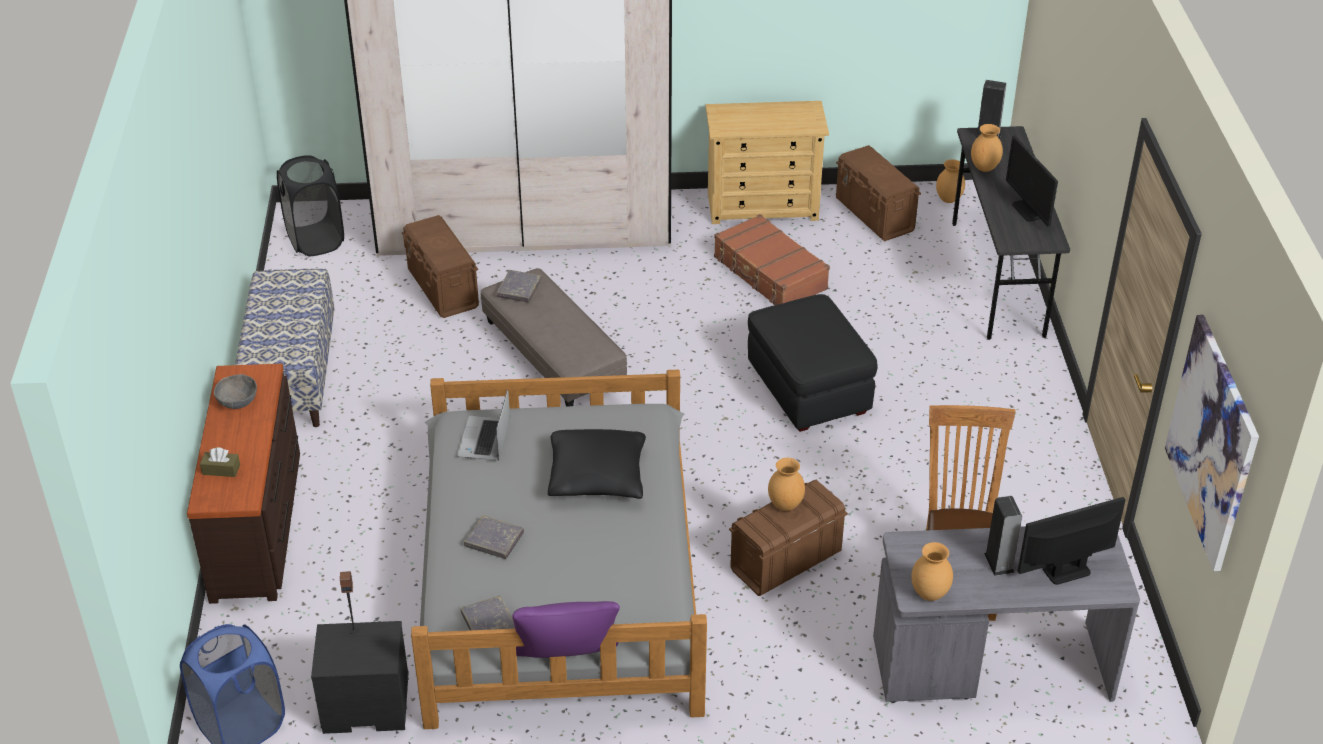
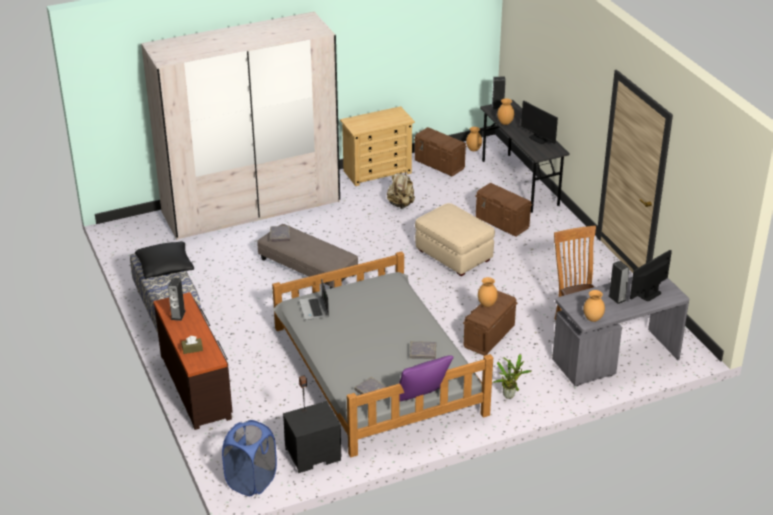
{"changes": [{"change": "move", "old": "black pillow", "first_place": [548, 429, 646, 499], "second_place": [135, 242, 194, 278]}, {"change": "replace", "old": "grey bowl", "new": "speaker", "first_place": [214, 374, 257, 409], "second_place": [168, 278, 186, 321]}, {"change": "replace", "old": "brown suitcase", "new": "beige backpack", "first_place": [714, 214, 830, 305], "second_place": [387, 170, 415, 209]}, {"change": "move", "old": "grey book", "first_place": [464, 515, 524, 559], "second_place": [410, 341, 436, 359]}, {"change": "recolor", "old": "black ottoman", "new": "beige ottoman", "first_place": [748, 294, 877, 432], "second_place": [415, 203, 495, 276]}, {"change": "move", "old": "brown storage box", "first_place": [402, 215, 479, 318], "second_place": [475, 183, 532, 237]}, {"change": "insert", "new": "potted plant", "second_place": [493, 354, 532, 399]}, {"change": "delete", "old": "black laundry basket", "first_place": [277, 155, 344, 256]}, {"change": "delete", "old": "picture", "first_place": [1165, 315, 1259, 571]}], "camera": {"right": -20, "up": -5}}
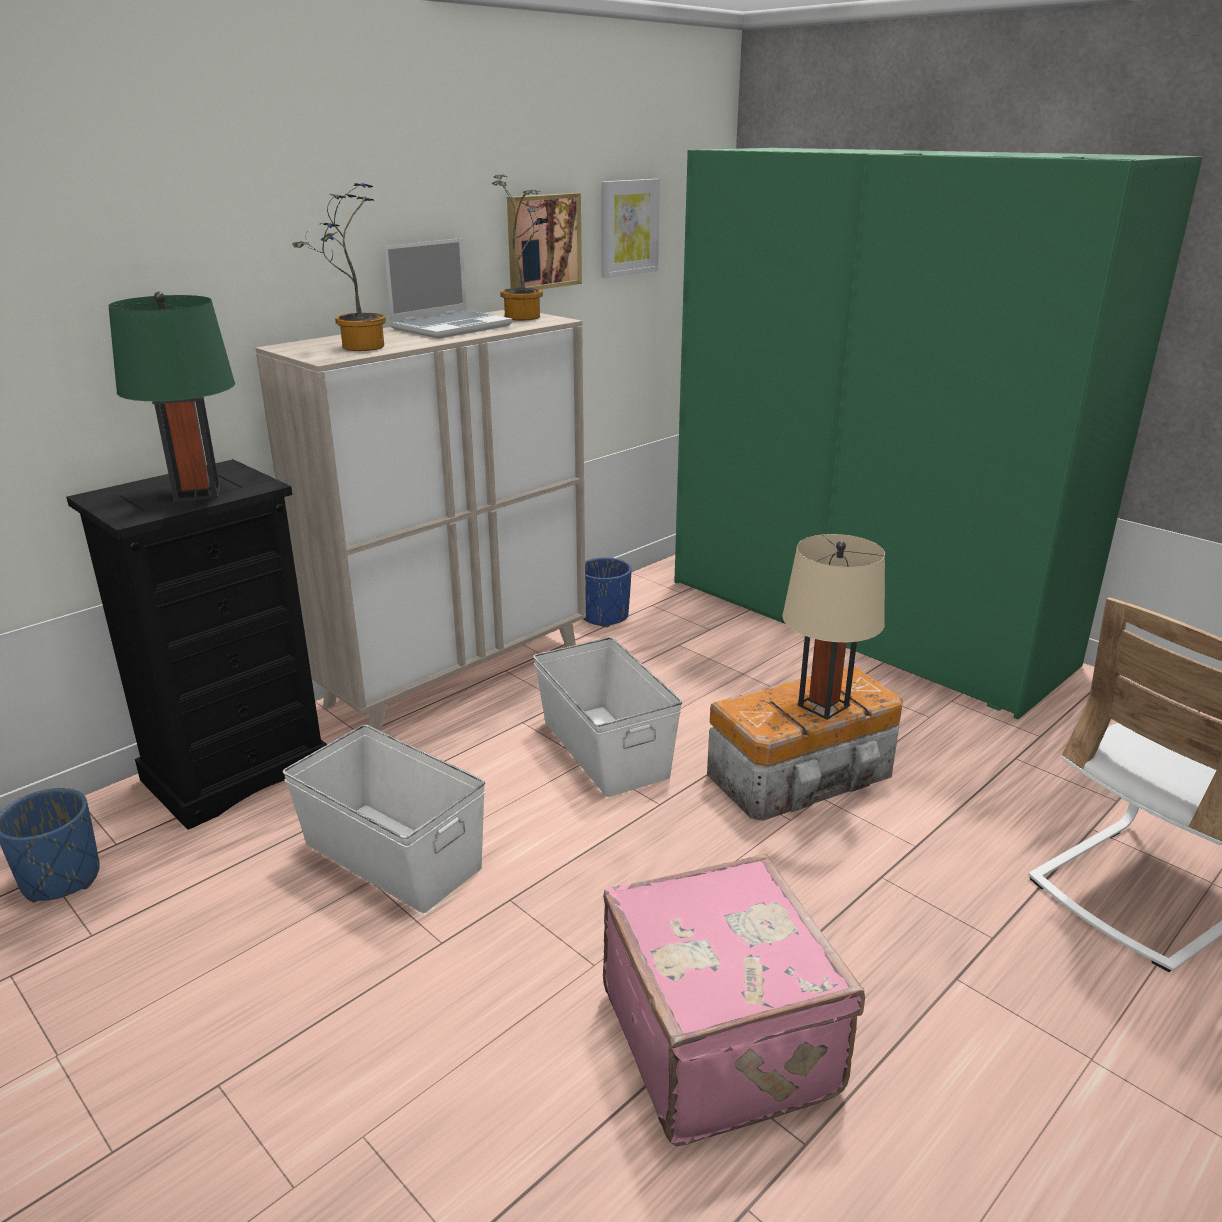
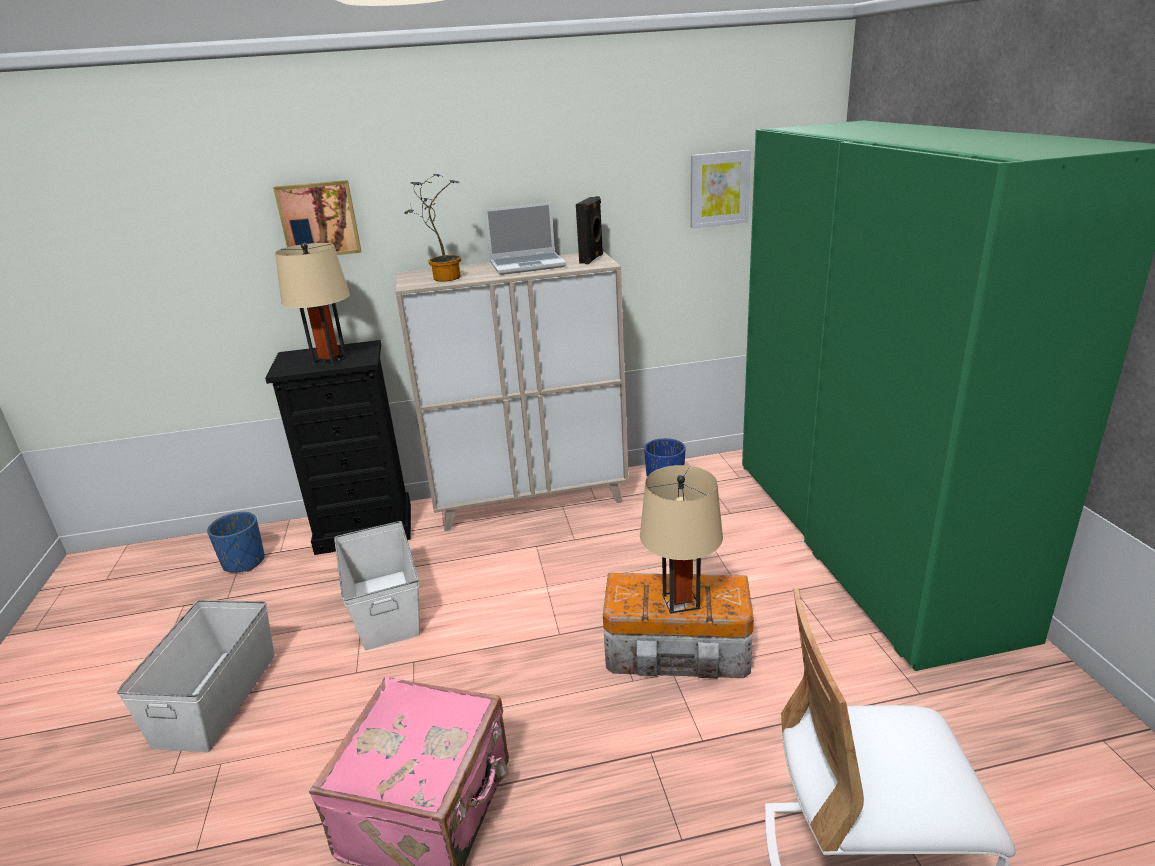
{"changes": [{"change": "move", "old": "white storage box", "first_place": [533, 637, 682, 797], "second_place": [117, 600, 275, 752]}, {"change": "move", "old": "picture", "first_place": [507, 193, 582, 289], "second_place": [273, 180, 361, 255]}, {"change": "recolor", "old": "green table lamp", "new": "beige table lamp", "first_place": [108, 291, 235, 502], "second_place": [275, 243, 350, 366]}, {"change": "replace", "old": "potted plant", "new": "black speaker", "first_place": [492, 174, 549, 320], "second_place": [576, 196, 603, 264]}], "camera": {"right": 35, "up": 0}}
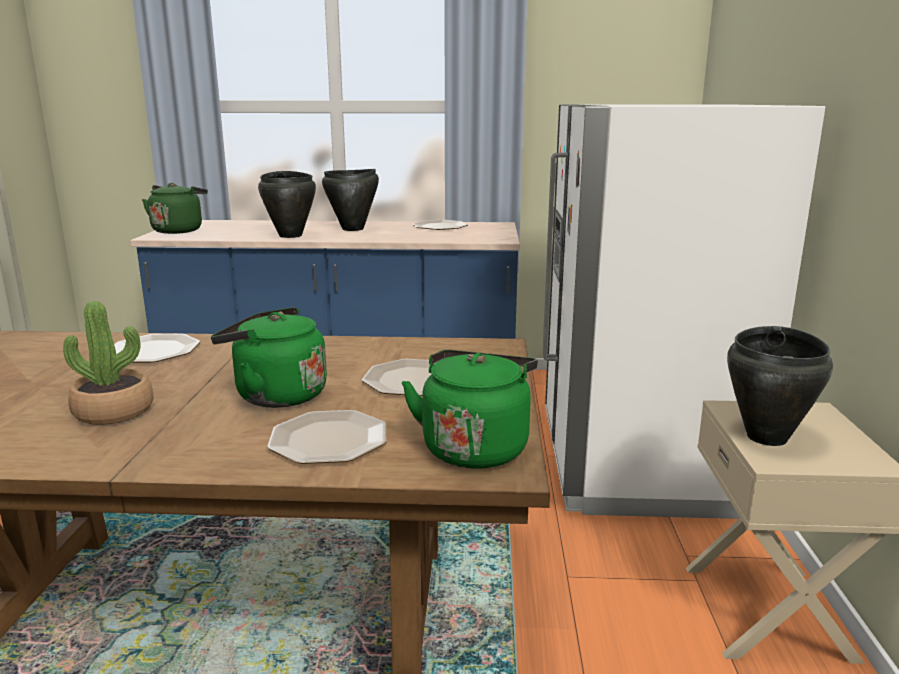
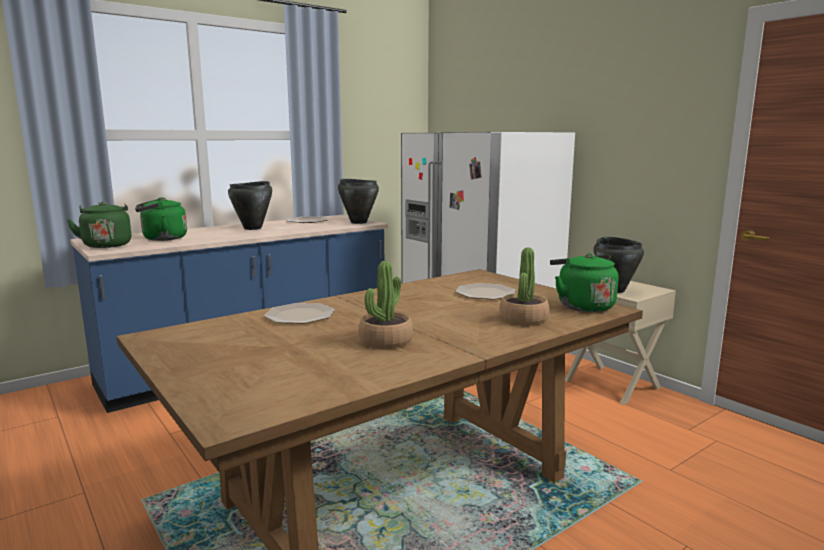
{"changes": [{"change": "move", "old": "green kettle", "first_place": [211, 307, 327, 408], "second_place": [135, 197, 187, 241]}, {"change": "move", "old": "black cooking pot", "first_place": [258, 171, 316, 238], "second_place": [338, 179, 379, 224]}, {"change": "replace", "old": "plate", "new": "potted plant", "first_place": [267, 410, 386, 464], "second_place": [500, 247, 549, 326]}], "camera": {"right": -40, "up": -5}}
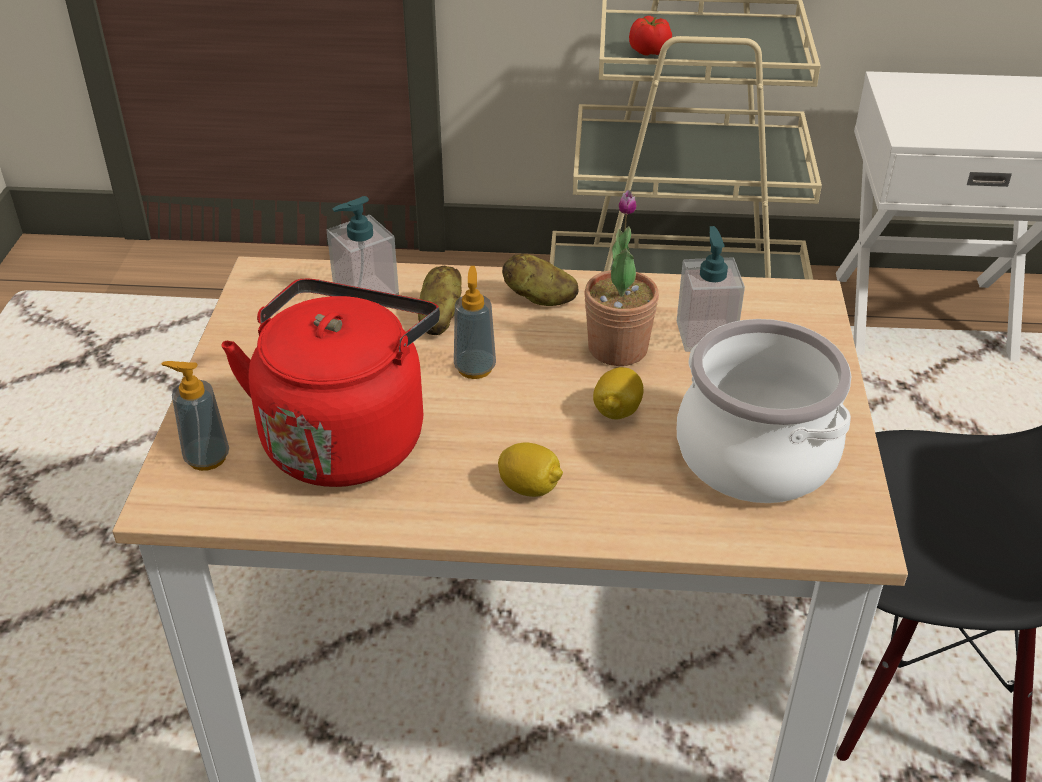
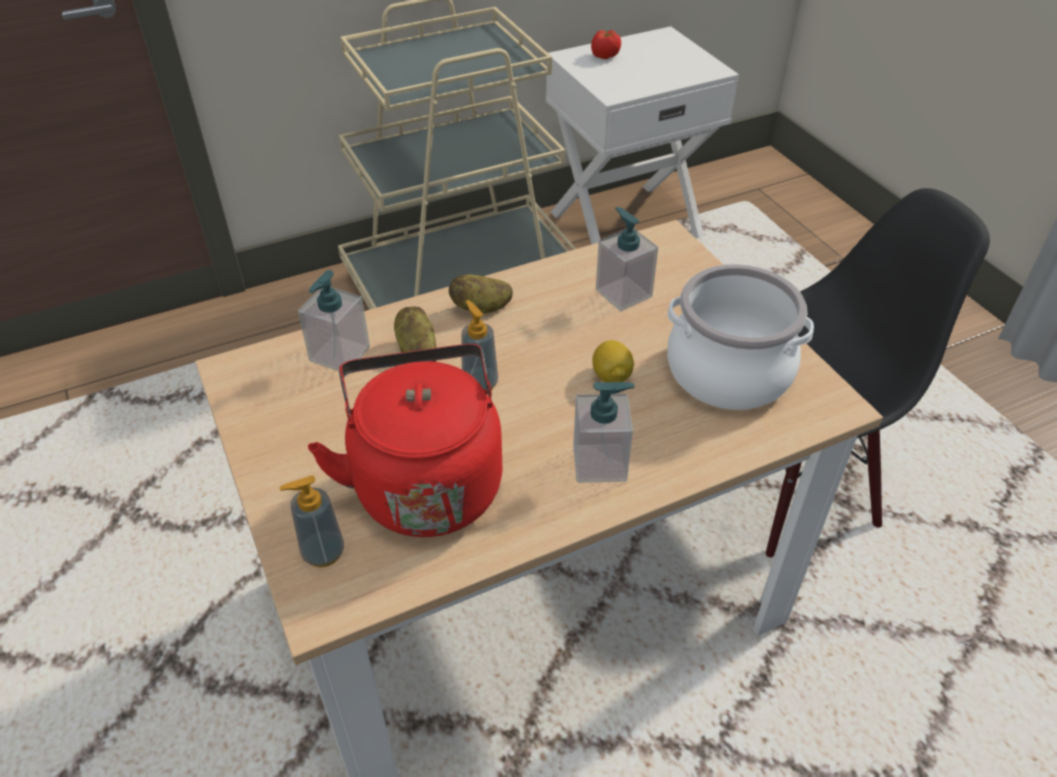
{"changes": [{"change": "replace", "old": "lemon", "new": "soap dispenser", "first_place": [498, 442, 563, 497], "second_place": [573, 382, 635, 483]}, {"change": "move", "old": "tomato", "first_place": [629, 16, 672, 56], "second_place": [591, 30, 621, 59]}, {"change": "delete", "old": "potted plant", "first_place": [584, 190, 659, 366]}], "camera": {"right": -30, "up": 5}}
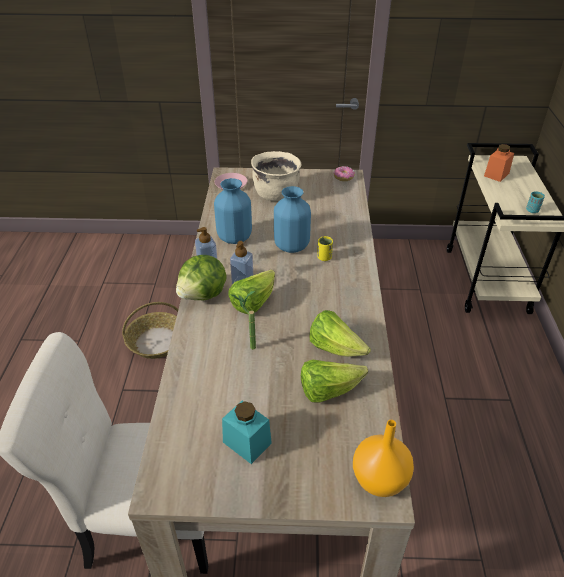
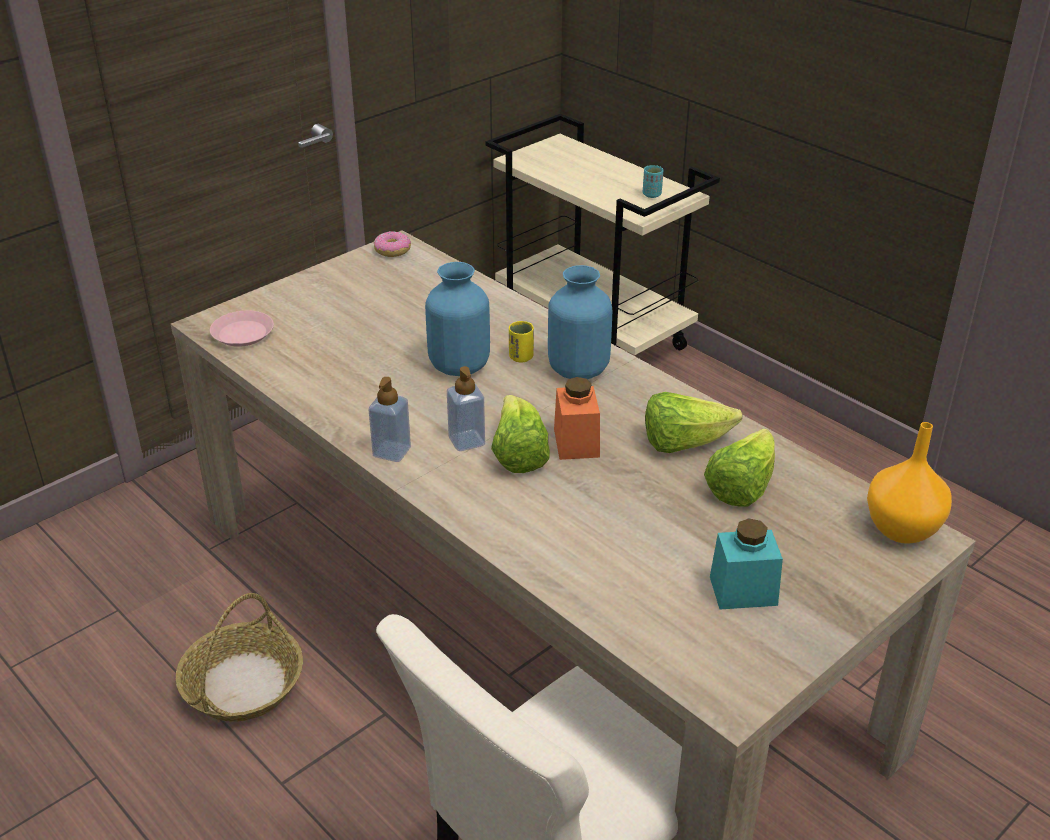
{"changes": [{"change": "move", "old": "blue vase", "first_place": [214, 178, 252, 244], "second_place": [548, 265, 612, 379]}, {"change": "move", "old": "orange jar", "first_place": [484, 144, 514, 182], "second_place": [554, 377, 600, 460]}, {"change": "delete", "old": "lettuce", "first_place": [176, 255, 227, 300]}, {"change": "delete", "old": "potted plant", "first_place": [231, 291, 256, 350]}, {"change": "delete", "old": "beige cooking pot", "first_place": [251, 151, 302, 201]}], "camera": {"right": -45, "up": -5}}
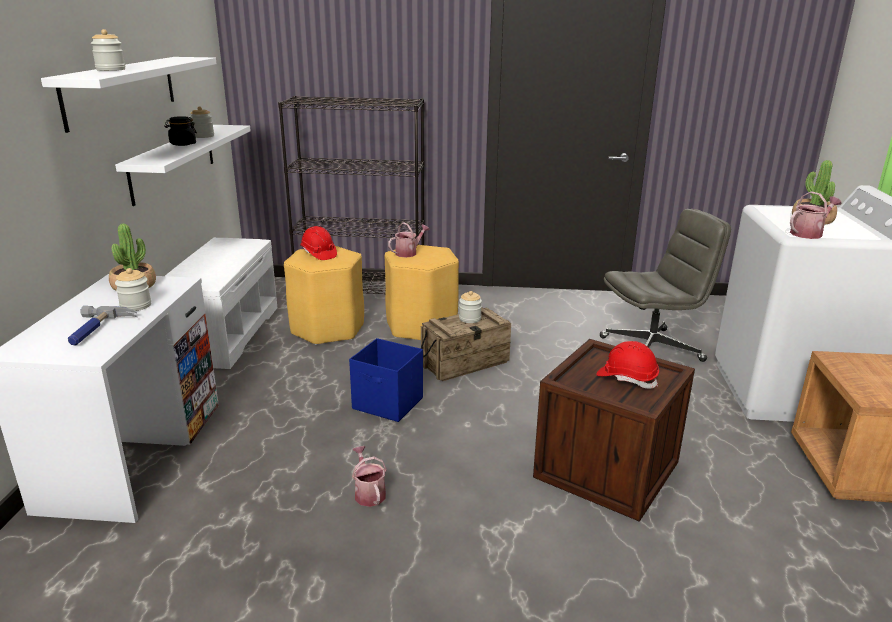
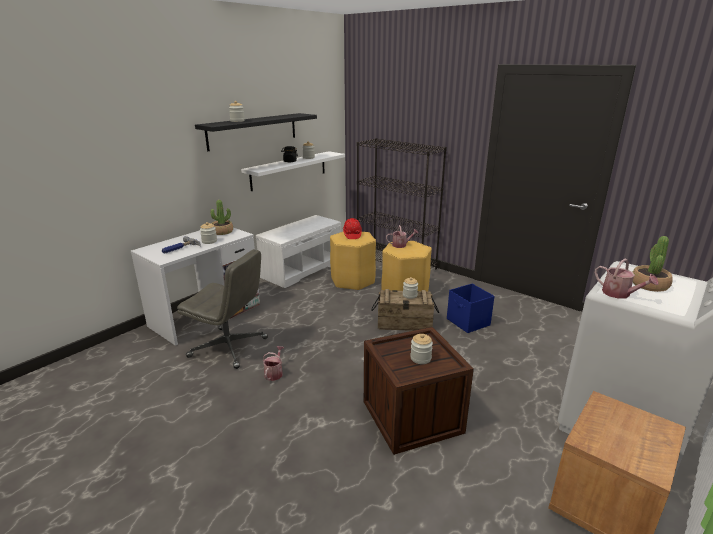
{"changes": [{"change": "move", "old": "grey office chair", "first_place": [600, 209, 731, 362], "second_place": [177, 249, 268, 369]}, {"change": "recolor", "old": "white shelf", "new": "black shelf", "first_place": [41, 57, 217, 133], "second_place": [195, 113, 317, 151]}, {"change": "replace", "old": "red hard hat", "new": "jar", "first_place": [597, 341, 659, 389], "second_place": [410, 334, 433, 364]}, {"change": "move", "old": "blue storage box", "first_place": [349, 338, 423, 422], "second_place": [447, 284, 495, 333]}, {"change": "rotate", "old": "watering can", "first_place": [790, 191, 842, 239], "second_place": [595, 259, 659, 299], "degrees": 45}], "camera": {"right": 35, "up": 0}}
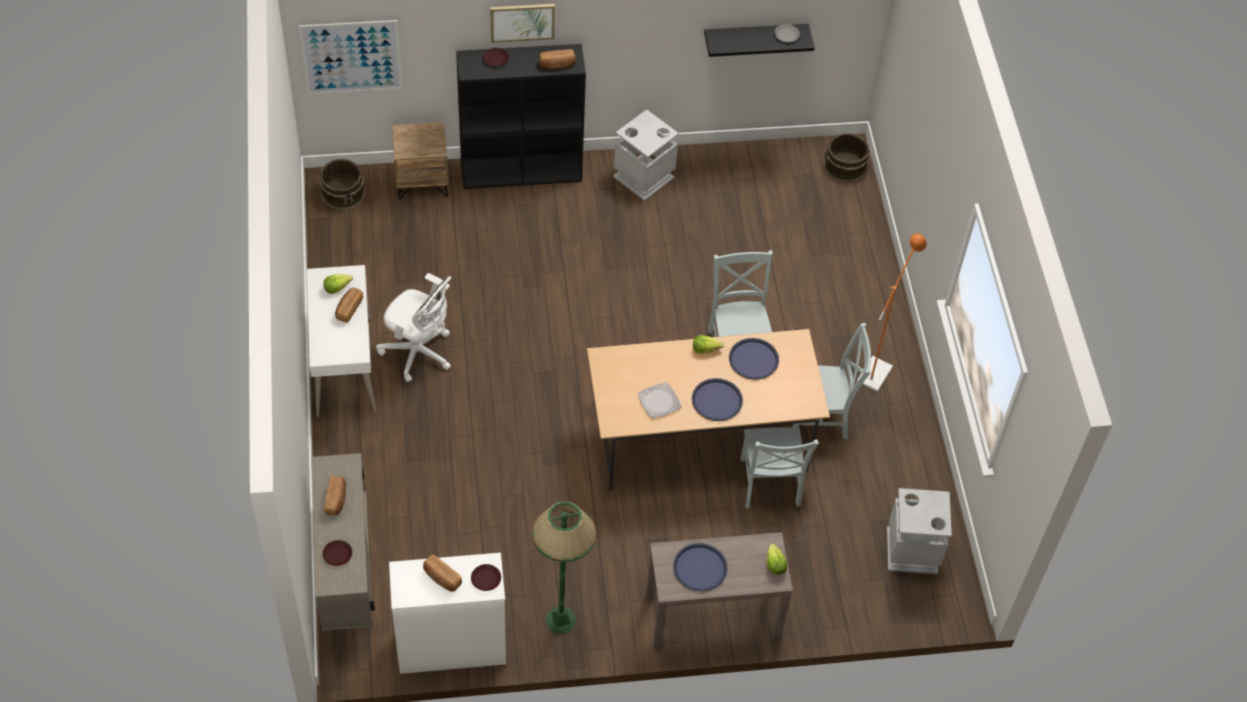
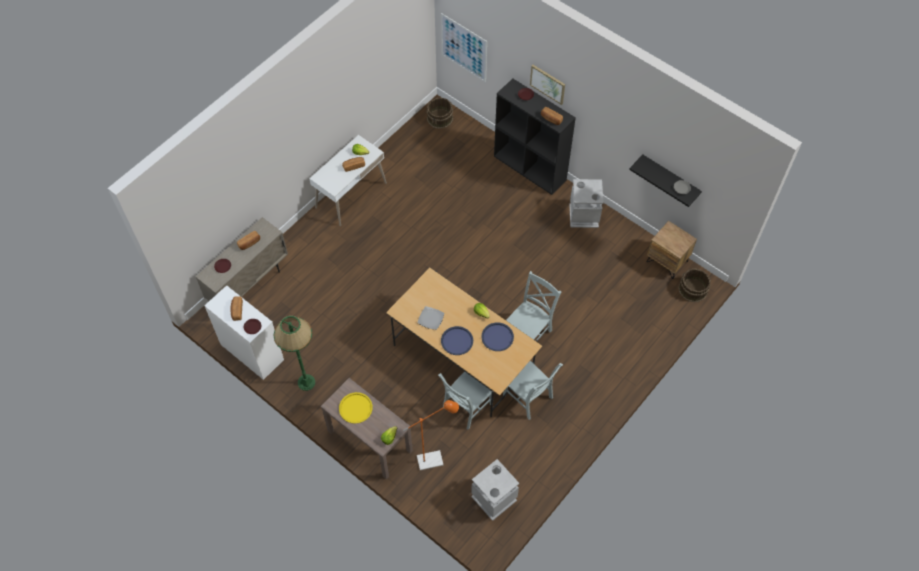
{"changes": [{"change": "recolor", "old": "blue tray", "new": "yellow tray", "first_place": [673, 543, 728, 591], "second_place": [339, 392, 373, 424]}, {"change": "move", "old": "orange floor lamp", "first_place": [857, 233, 927, 392], "second_place": [403, 400, 459, 470]}, {"change": "move", "old": "brown nightstand", "first_place": [392, 122, 449, 200], "second_place": [646, 221, 697, 279]}, {"change": "delete", "old": "white office chair", "first_place": [376, 273, 452, 382]}], "camera": {"right": 50, "up": 5}}
